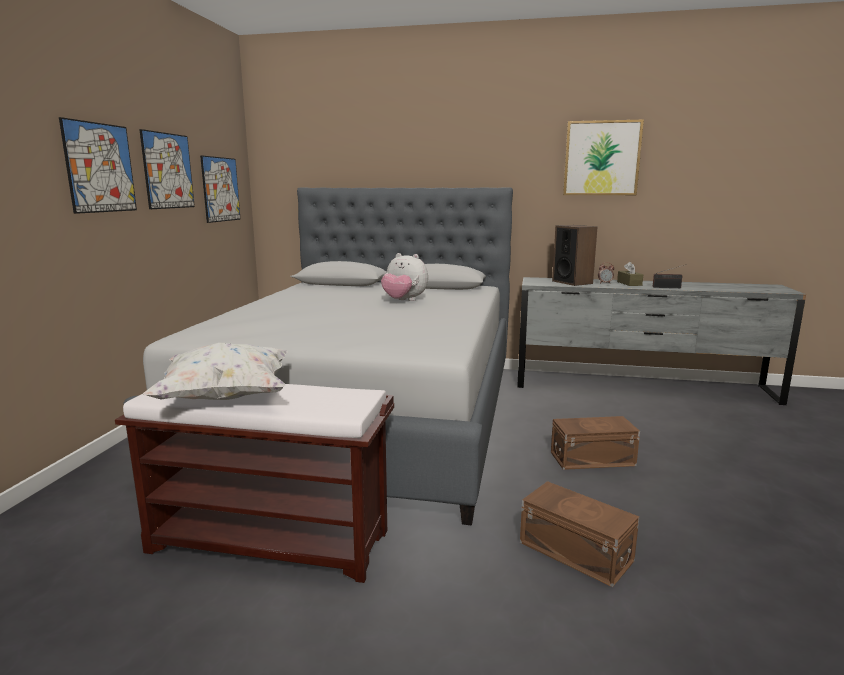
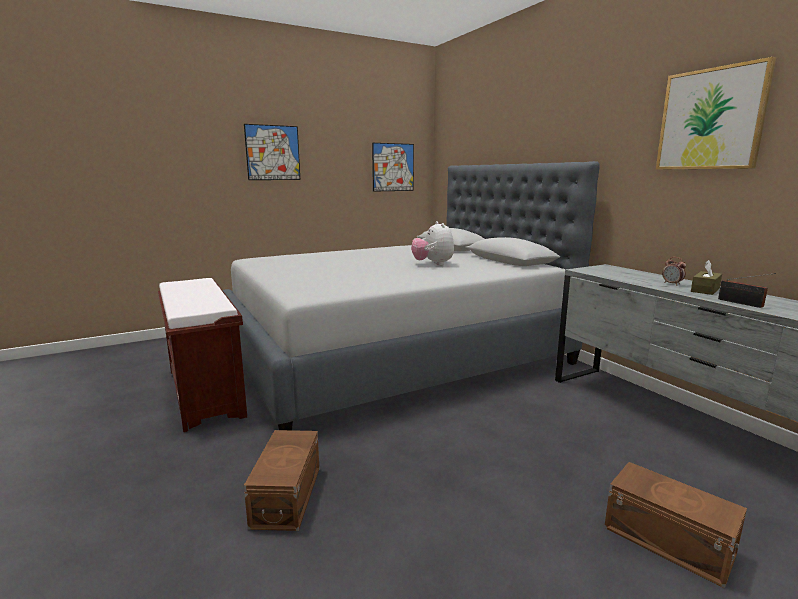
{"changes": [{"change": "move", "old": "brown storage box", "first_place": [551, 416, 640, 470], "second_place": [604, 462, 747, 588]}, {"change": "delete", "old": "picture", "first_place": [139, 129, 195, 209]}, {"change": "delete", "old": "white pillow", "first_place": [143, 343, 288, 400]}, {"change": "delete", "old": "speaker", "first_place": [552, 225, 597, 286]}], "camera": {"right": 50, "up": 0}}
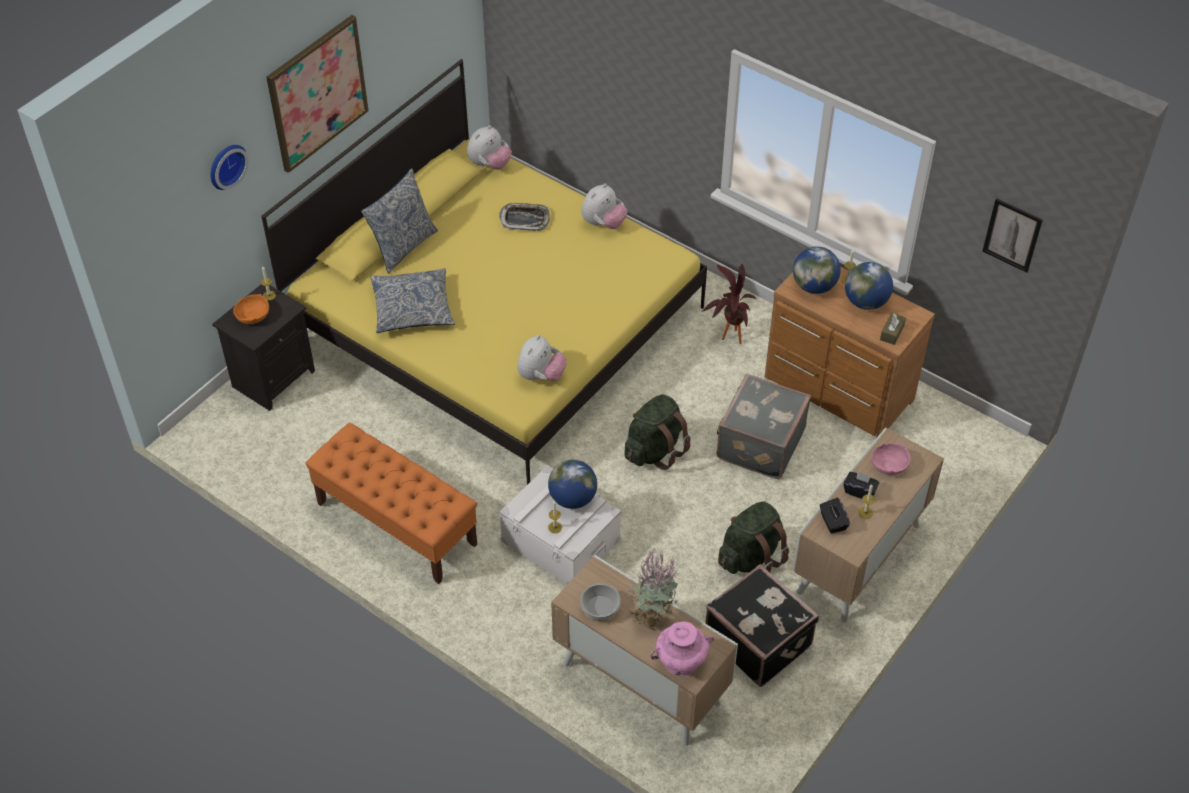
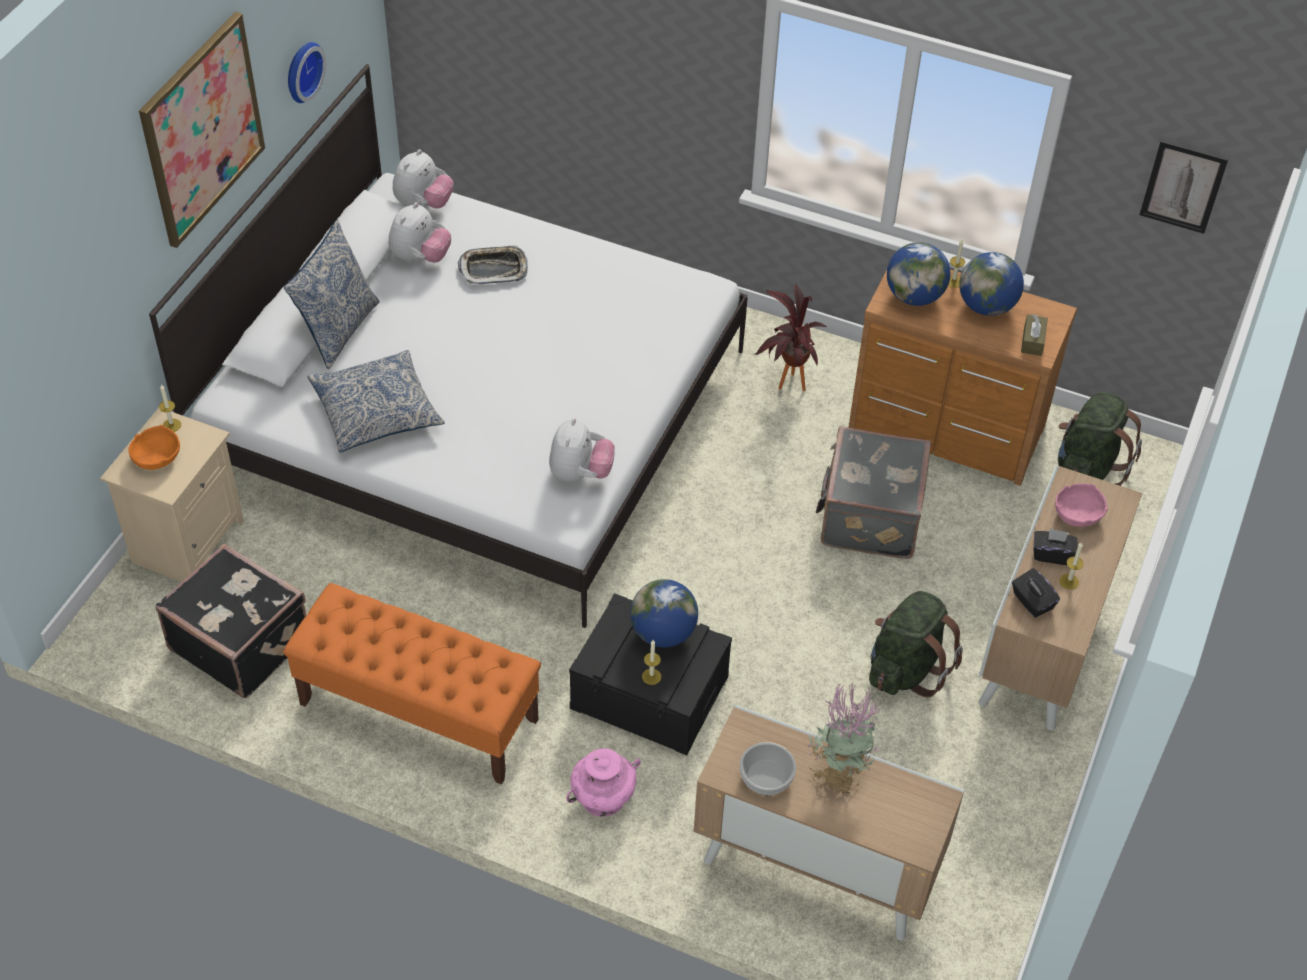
{"changes": [{"change": "recolor", "old": "black nightstand", "new": "beige nightstand", "first_place": [212, 284, 315, 411], "second_place": [100, 408, 244, 582]}, {"change": "recolor", "old": "yellow bed", "new": "white bed", "first_place": [261, 59, 707, 485], "second_place": [149, 64, 748, 628]}, {"change": "move", "old": "black suitcase", "first_place": [705, 564, 819, 687], "second_place": [155, 544, 307, 698]}, {"change": "move", "old": "wall clock", "first_place": [211, 145, 249, 190], "second_place": [288, 42, 326, 103]}, {"change": "move", "old": "plush toy", "first_place": [581, 183, 628, 229], "second_place": [389, 202, 451, 263]}, {"change": "move", "old": "pink vase", "first_place": [650, 622, 715, 676], "second_place": [566, 748, 641, 817]}, {"change": "recolor", "old": "white storage box", "new": "black storage box", "first_place": [499, 465, 621, 584], "second_place": [569, 593, 732, 755]}, {"change": "move", "old": "green backpack", "first_place": [624, 394, 691, 470], "second_place": [1058, 392, 1142, 486]}], "camera": {"right": -15, "up": 0}}
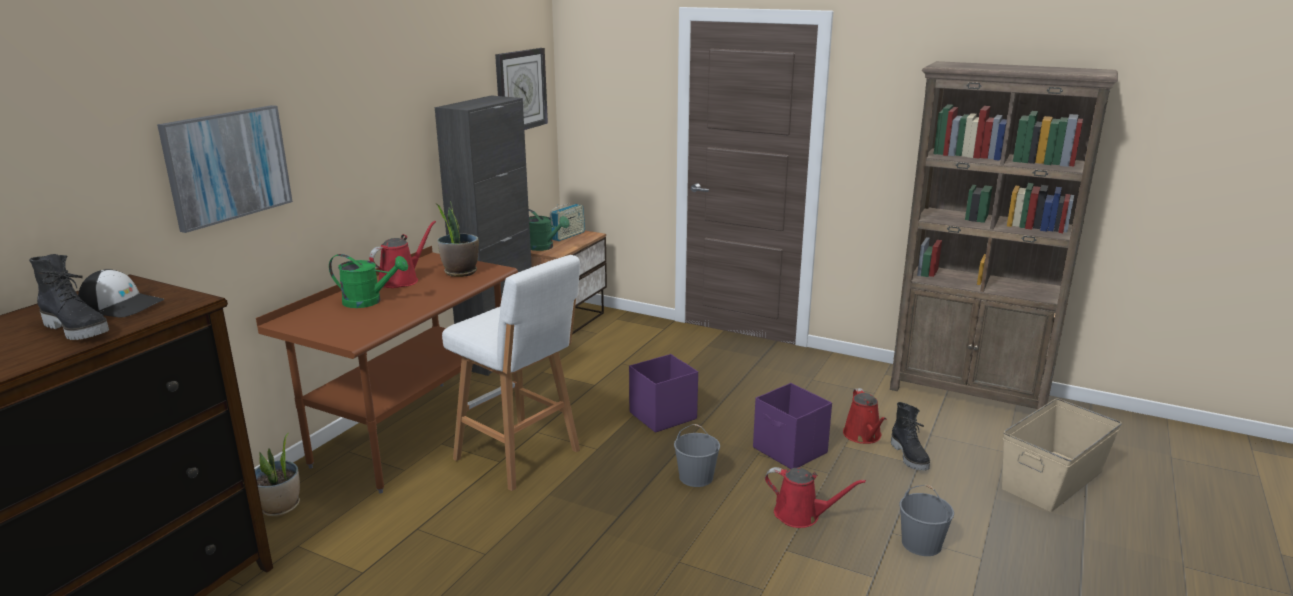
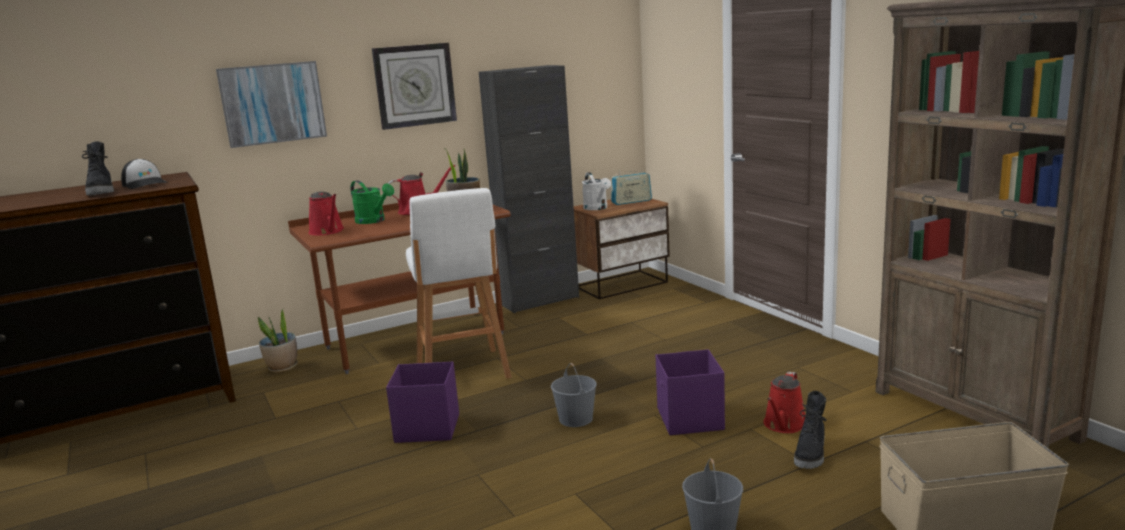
{"changes": [{"change": "move", "old": "red watering can", "first_place": [765, 467, 866, 528], "second_place": [309, 191, 344, 236]}, {"change": "move", "old": "wall clock", "first_place": [495, 48, 548, 130], "second_place": [372, 43, 457, 130]}, {"change": "move", "old": "purple storage box", "first_place": [629, 354, 698, 433], "second_place": [386, 361, 459, 443]}, {"change": "recolor", "old": "green watering can", "new": "white watering can", "first_place": [529, 209, 570, 251], "second_place": [582, 172, 611, 210]}], "camera": {"right": 35, "up": -5}}
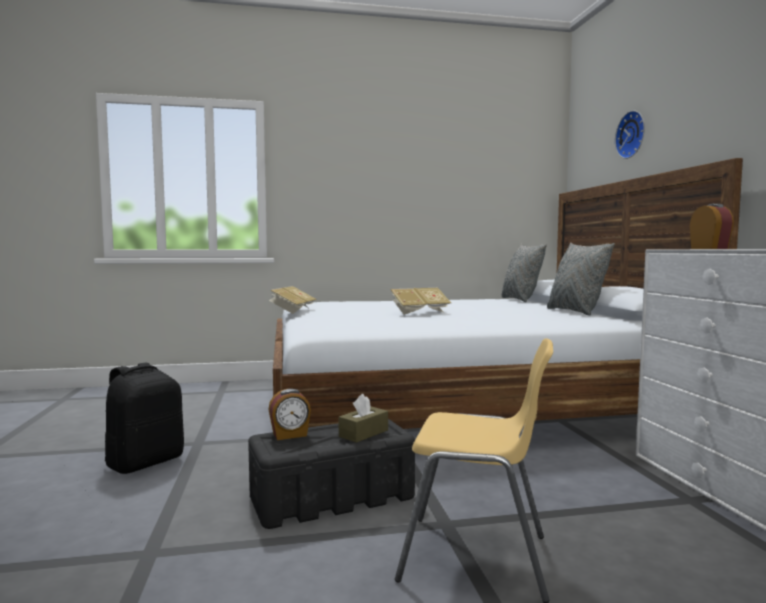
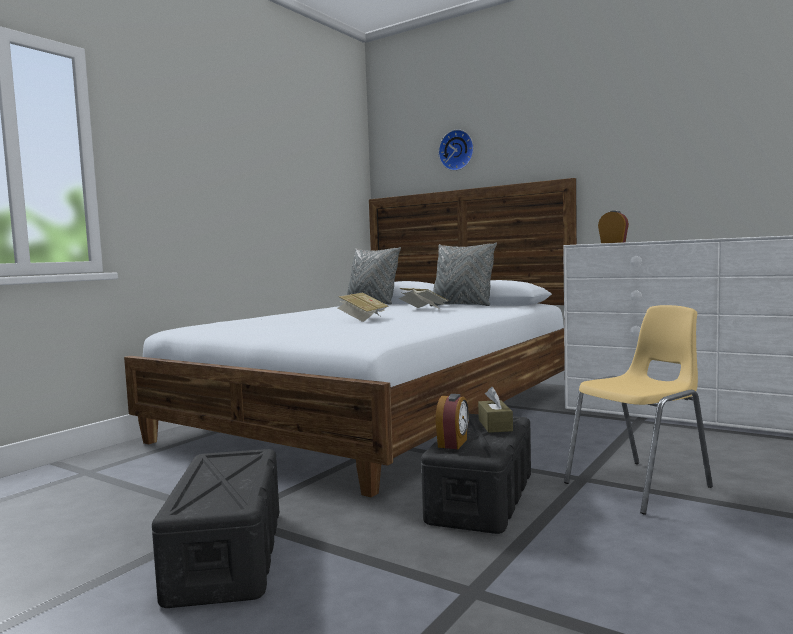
{"changes": [{"change": "replace", "old": "black backpack", "new": "black storage box", "first_place": [105, 362, 184, 474], "second_place": [152, 449, 279, 608]}, {"change": "move", "old": "book", "first_place": [269, 286, 317, 314], "second_place": [399, 288, 449, 310]}], "camera": {"right": -45, "up": 0}}
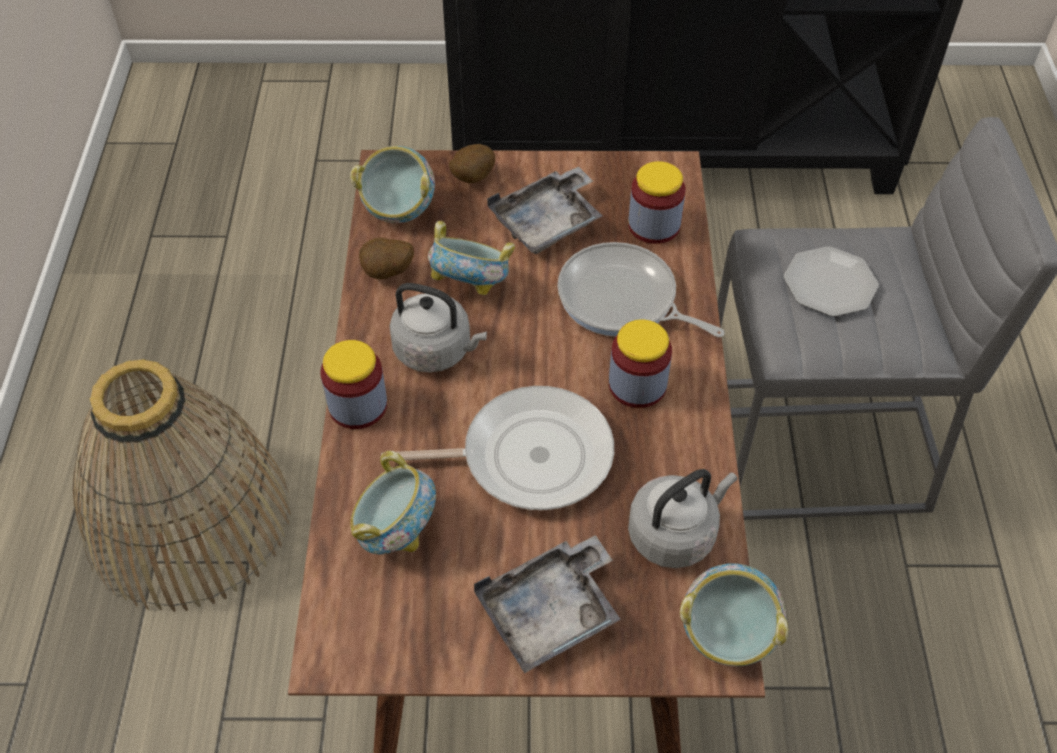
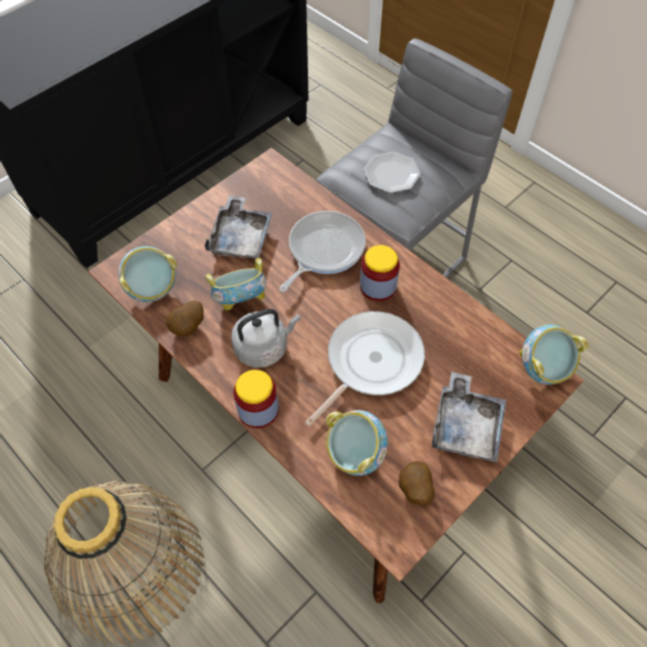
{"changes": [{"change": "rotate", "old": "frying pan", "first_place": [557, 242, 725, 337], "second_place": [279, 211, 366, 292], "degrees": 135}, {"change": "move", "old": "potato", "first_place": [449, 144, 495, 183], "second_place": [399, 461, 435, 505]}, {"change": "delete", "old": "jar", "first_place": [628, 161, 686, 244]}, {"change": "delete", "old": "grey kettle", "first_place": [628, 469, 737, 568]}], "camera": {"right": -45, "up": 5}}
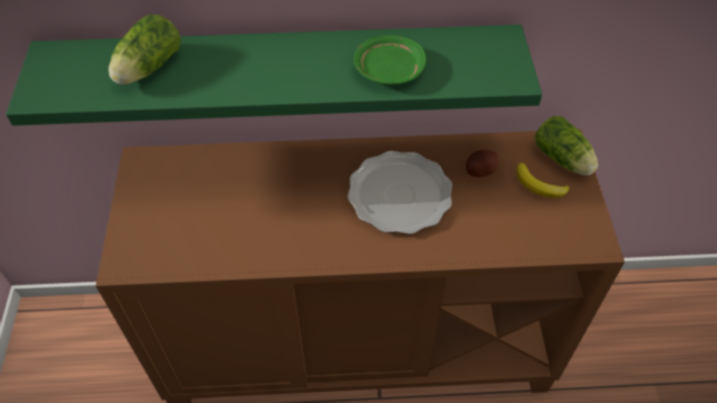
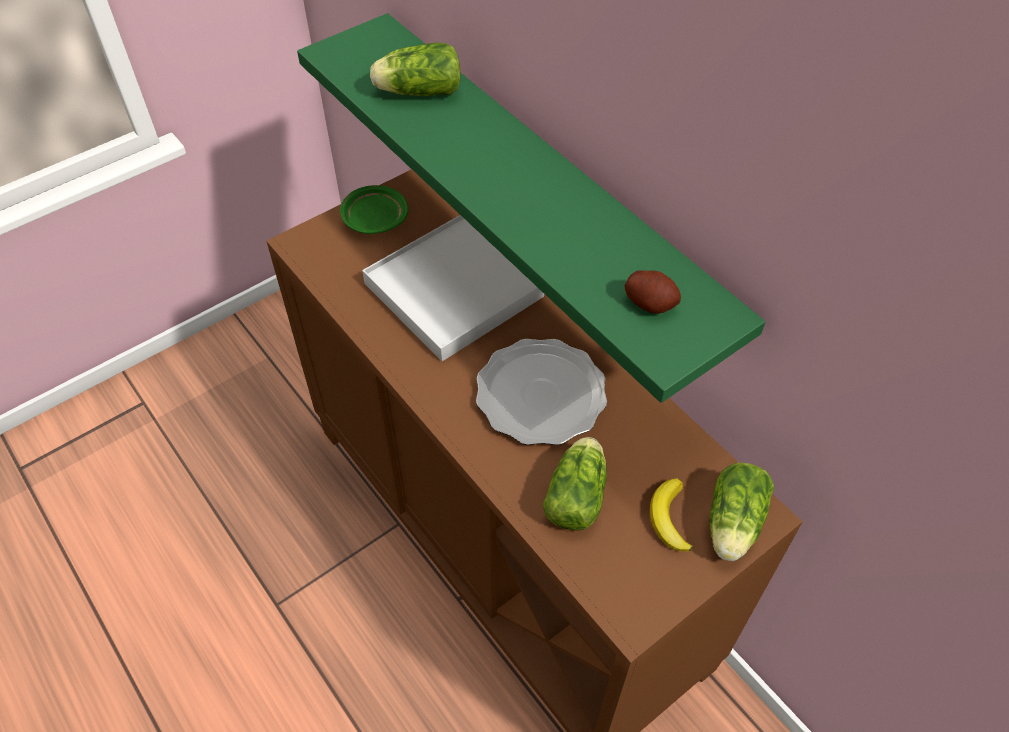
{"changes": [{"change": "move", "old": "green plate", "first_place": [354, 35, 426, 85], "second_place": [340, 185, 408, 234]}, {"change": "insert", "new": "white tray", "second_place": [362, 215, 544, 361]}, {"change": "insert", "new": "lettuce", "second_place": [543, 437, 607, 531]}, {"change": "move", "old": "potato", "first_place": [466, 150, 499, 177], "second_place": [625, 270, 681, 314]}], "camera": {"right": 55, "up": 0}}
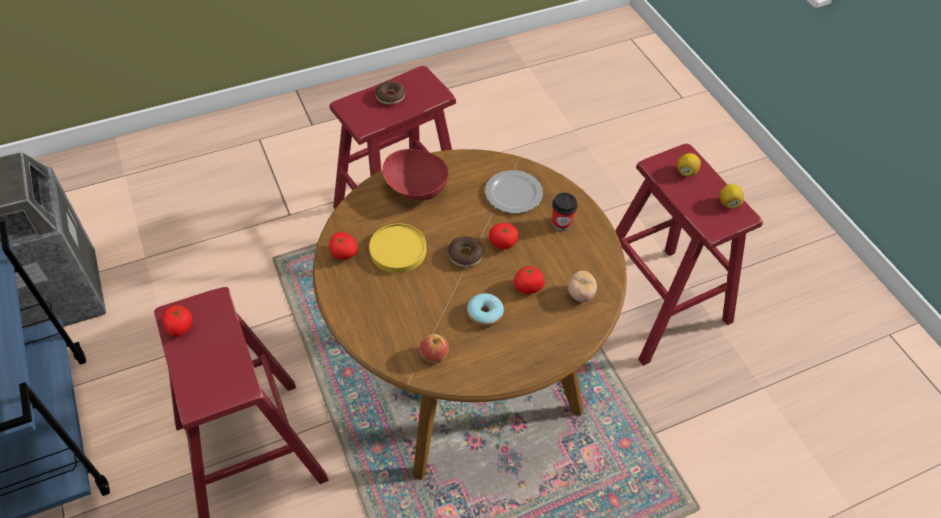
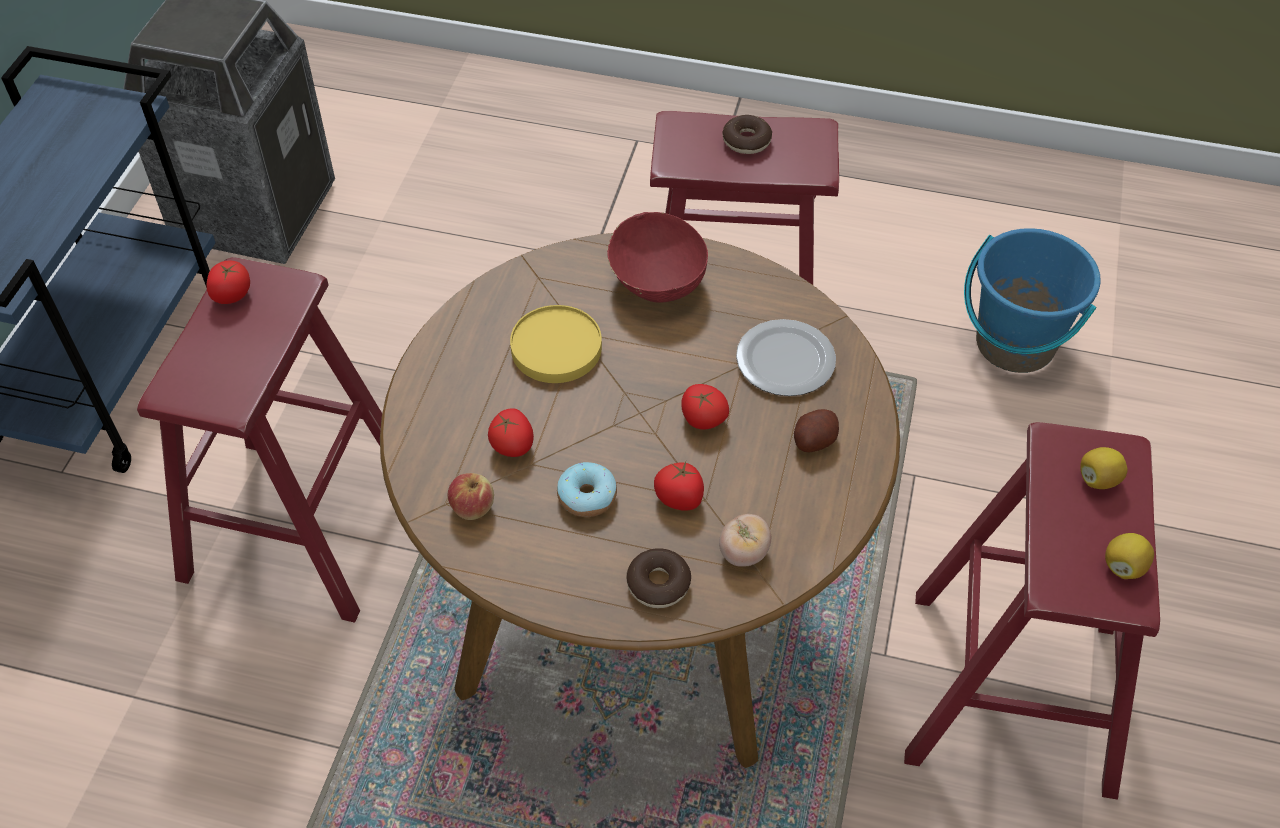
{"changes": [{"change": "move", "old": "tomato", "first_place": [329, 232, 358, 260], "second_place": [488, 408, 534, 457]}, {"change": "move", "old": "donut", "first_place": [448, 236, 483, 267], "second_place": [627, 548, 691, 608]}, {"change": "replace", "old": "cup", "new": "potato", "first_place": [552, 193, 577, 231], "second_place": [794, 409, 839, 453]}, {"change": "insert", "new": "blue bucket", "second_place": [964, 228, 1101, 373]}], "camera": {"right": 40, "up": 0}}
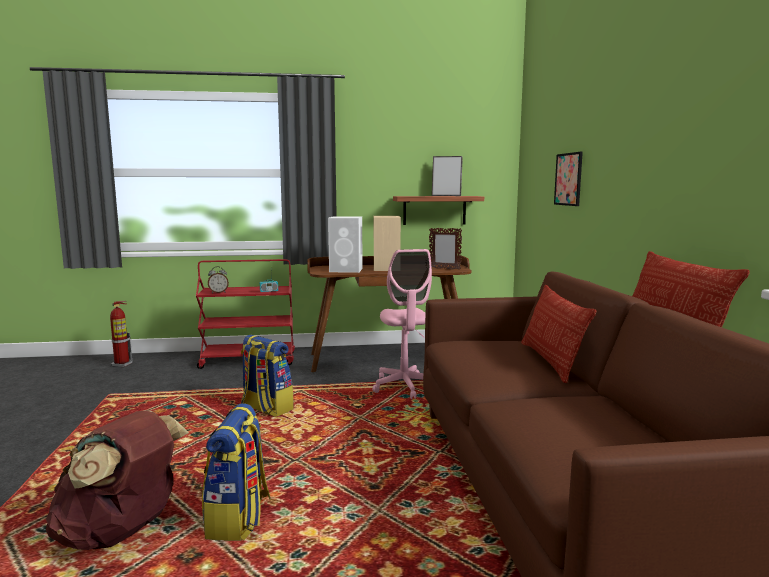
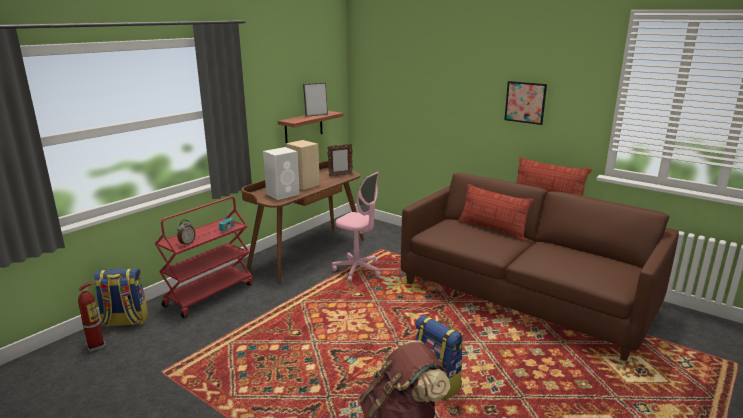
{"changes": [{"change": "move", "old": "backpack", "first_place": [241, 335, 294, 417], "second_place": [94, 268, 148, 327]}, {"change": "move", "old": "picture", "first_place": [554, 152, 583, 206], "second_place": [504, 81, 547, 125]}], "camera": {"right": -45, "up": 10}}
